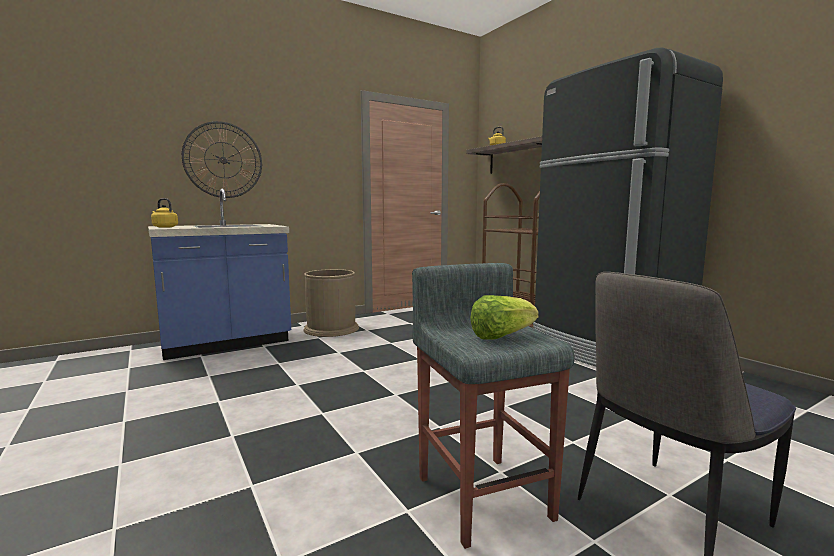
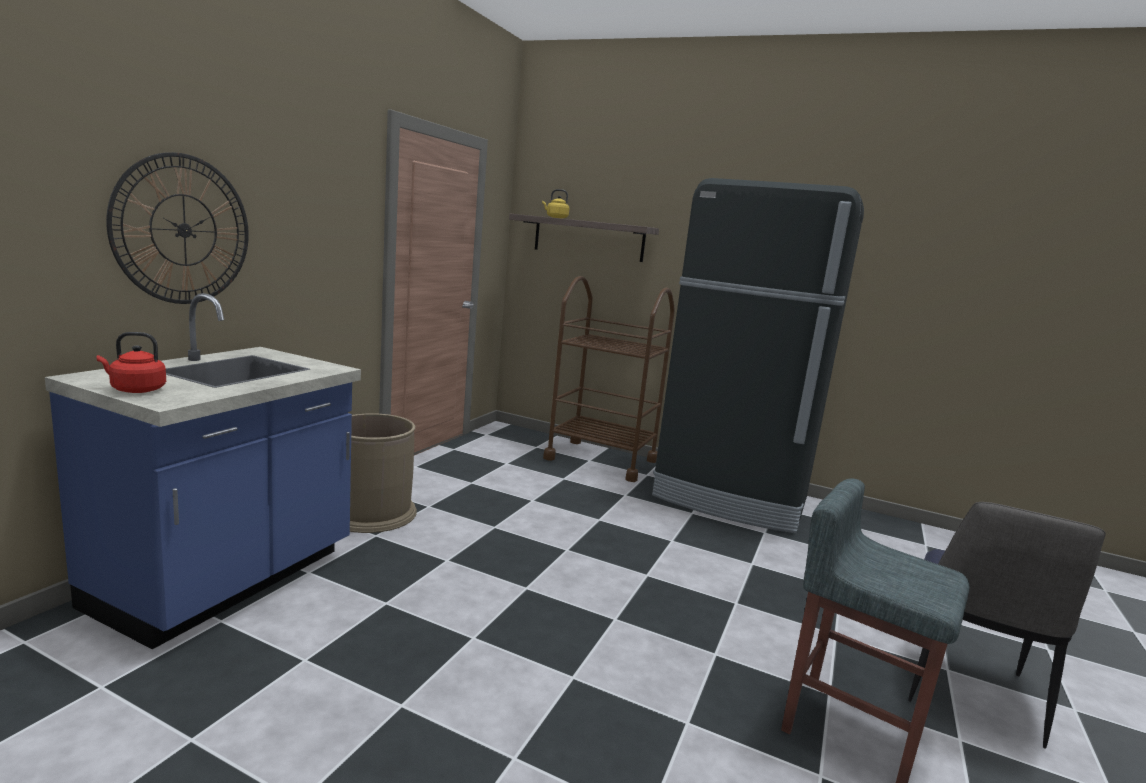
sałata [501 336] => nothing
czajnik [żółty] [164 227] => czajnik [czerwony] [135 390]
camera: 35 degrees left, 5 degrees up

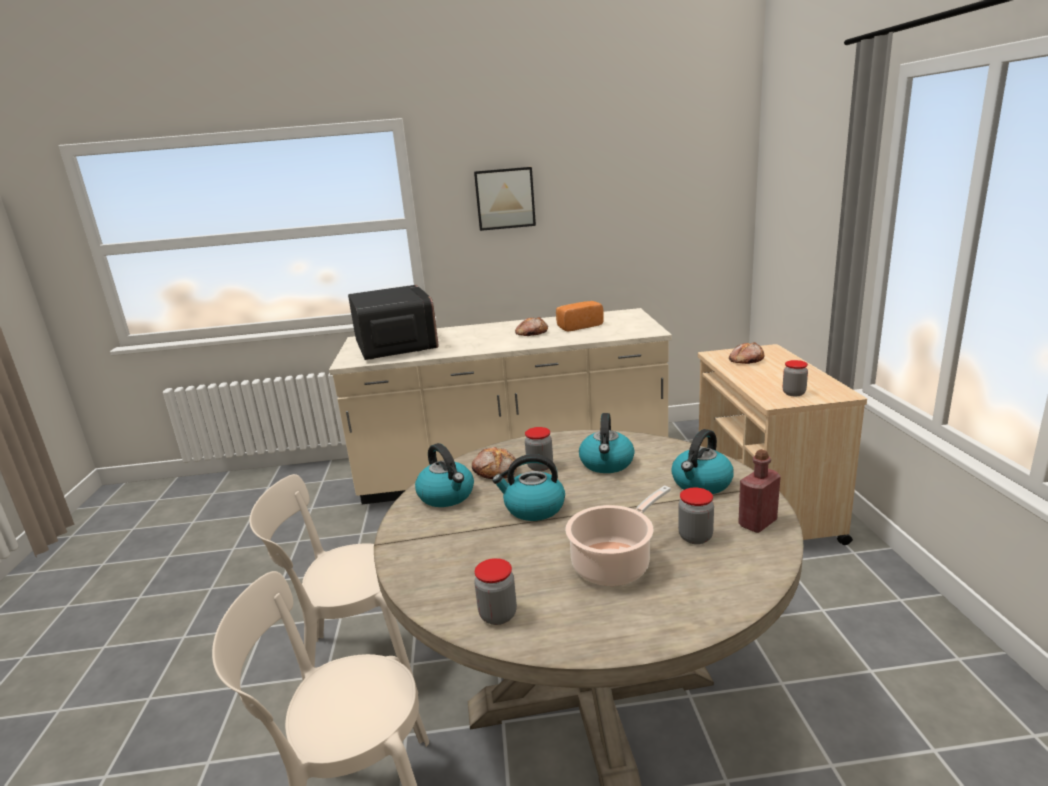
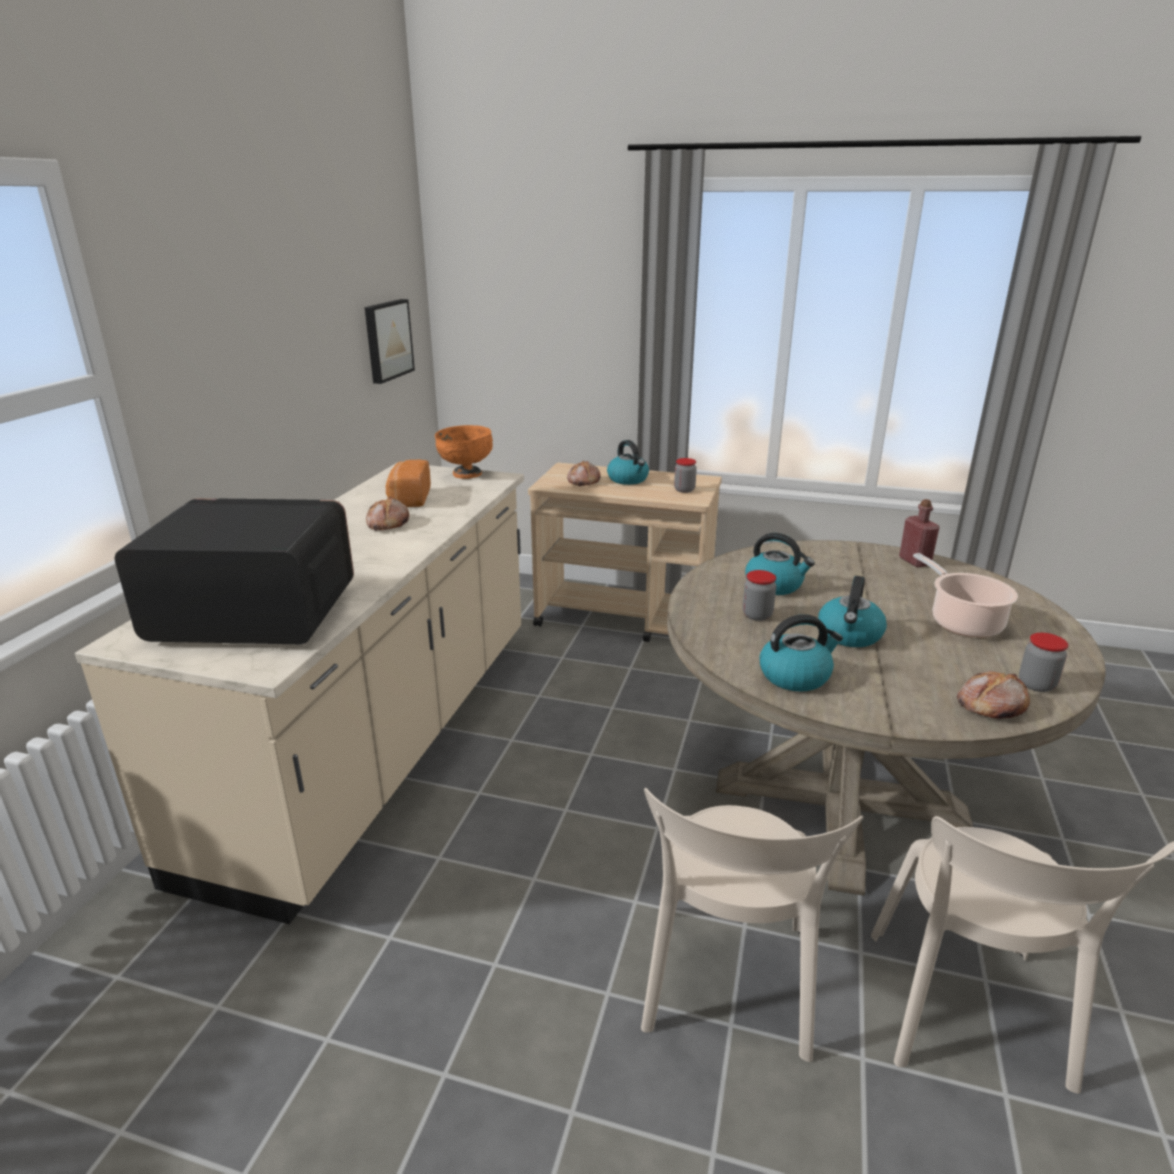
słoik [695 537] => nothing
nothing => miska [pomarańczowy] [466 474]
chleb [495 471] => chleb [990 705], shifted
obraz [505 198] => obraz [387 340], shifted
czajnik [701 484] => czajnik [628 479], shifted
camera: 70 degrees left, 5 degrees up

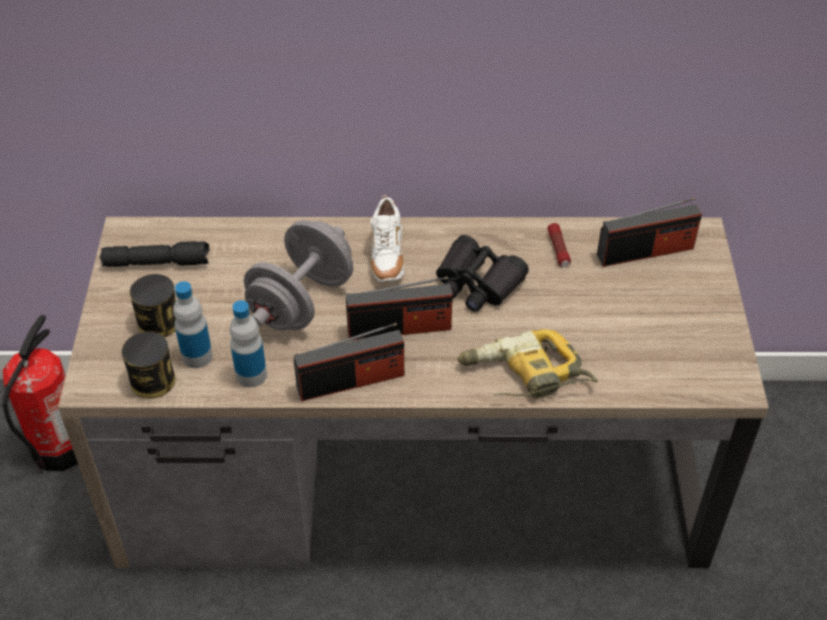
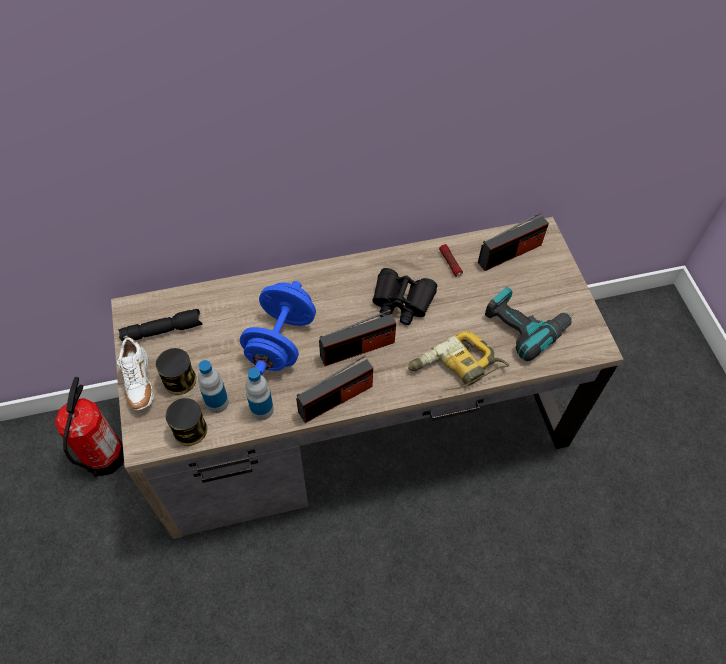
nothing => wiertarka [524 325]
but [biały] [387 259] => but [biały] [139 383], shifted
hantel [szary] [301 301] => hantel [niebieski] [280 341]
camera: 15 degrees left, 10 degrees up

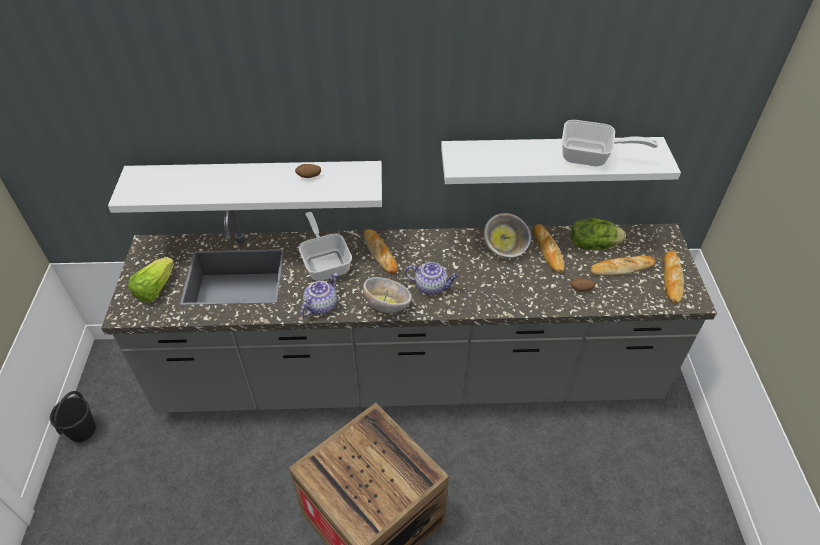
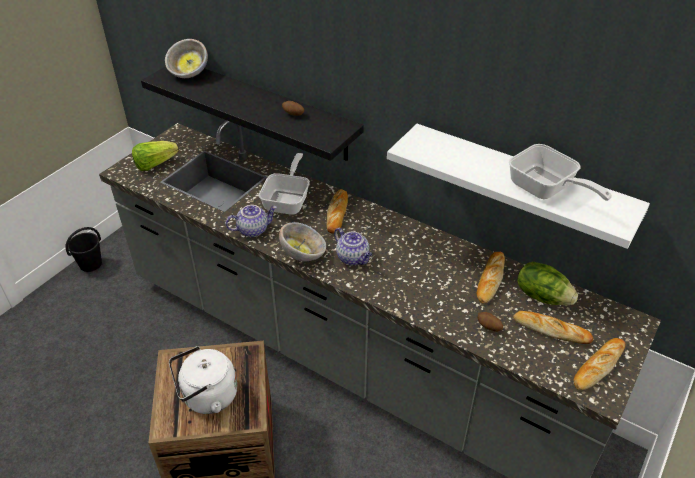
nothing => czajnik [biały] [207 397]
miska [505 248] => miska [189 73], shifted
półka [biały] [257 183] => półka [czarny] [266 109]
camera: 35 degrees right, 5 degrees down

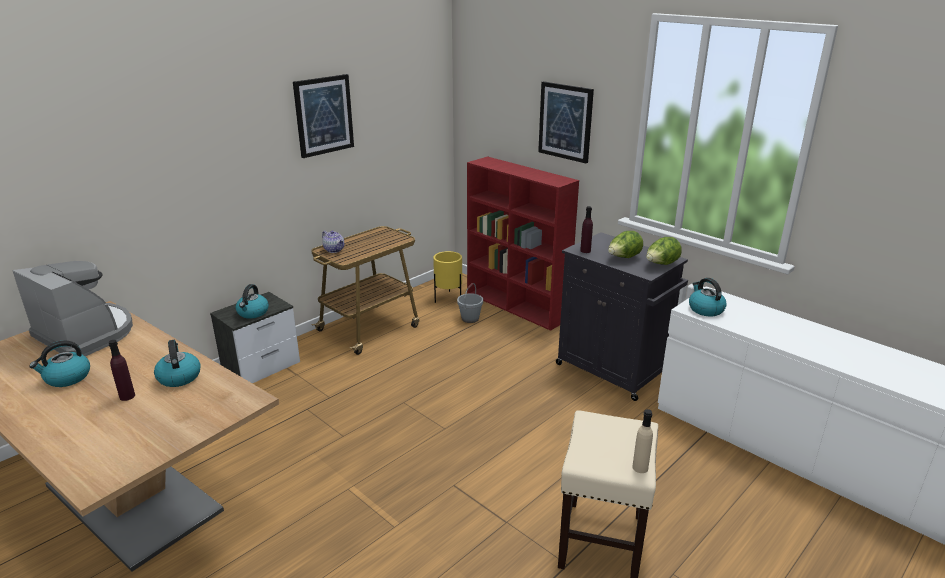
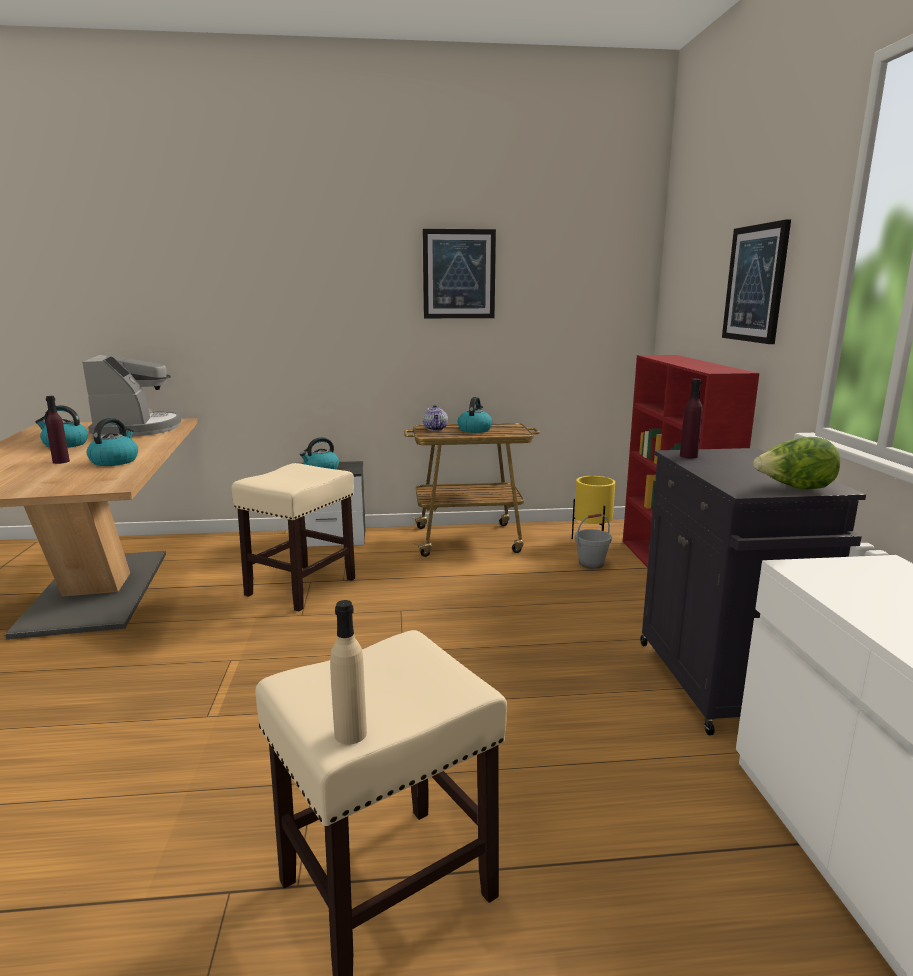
sałata [623 258] => nothing
nothing => stołek [beżowy] [302 586]
czajnik [705 309] => czajnik [474 430], shifted
camera: 40 degrees right, 10 degrees down

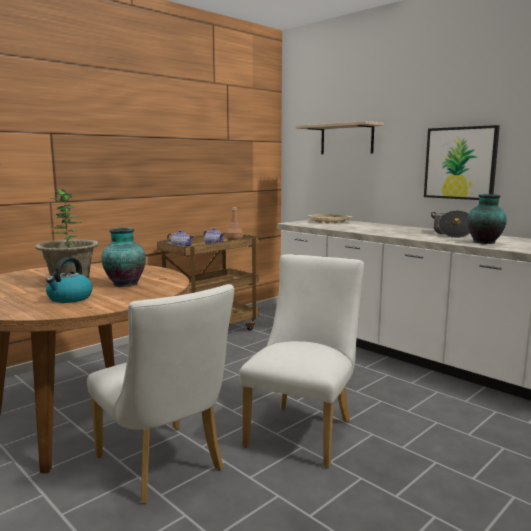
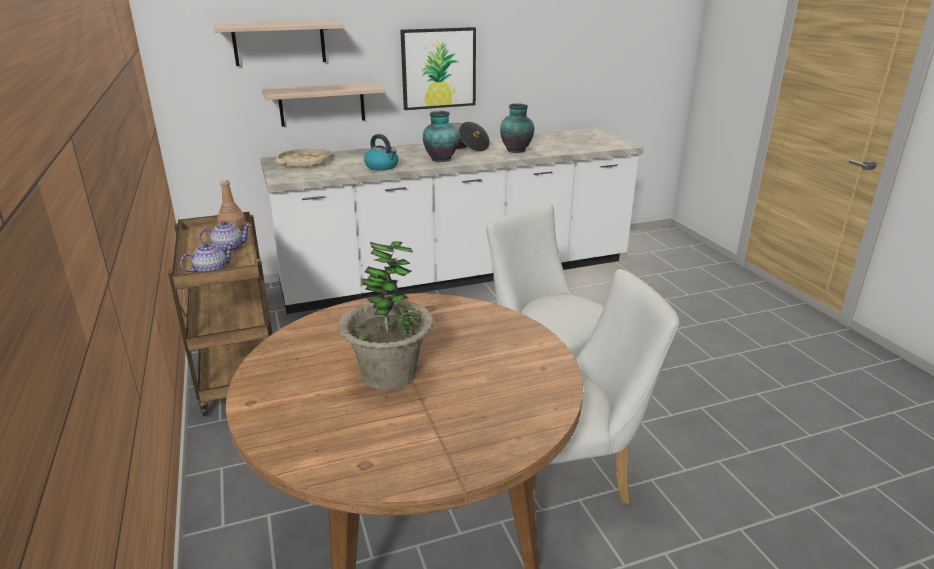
nothing => półka [322 104]
czajnik [69 298] => czajnik [382 166], shifted
wazon [124 284] => wazon [440 159], shifted
camera: 65 degrees left, 15 degrees up

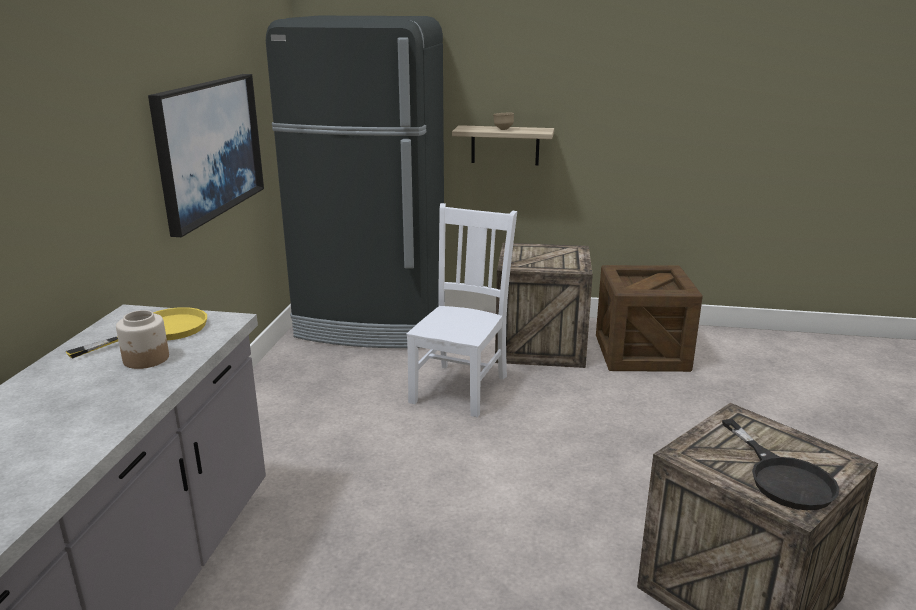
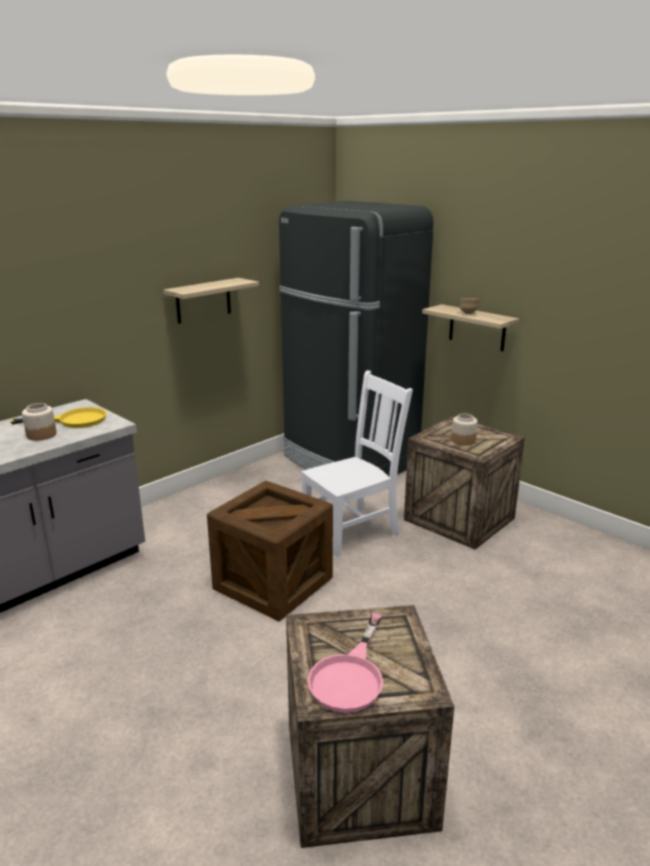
nothing => słoik [463 440]
skrzynka [641 353] => skrzynka [273 584], shifted
obraz [209 148] => półka [203 300]
patelnia [czarny] [783 477] => patelnia [różowy] [350 676]
camera: 35 degrees right, 0 degrees up

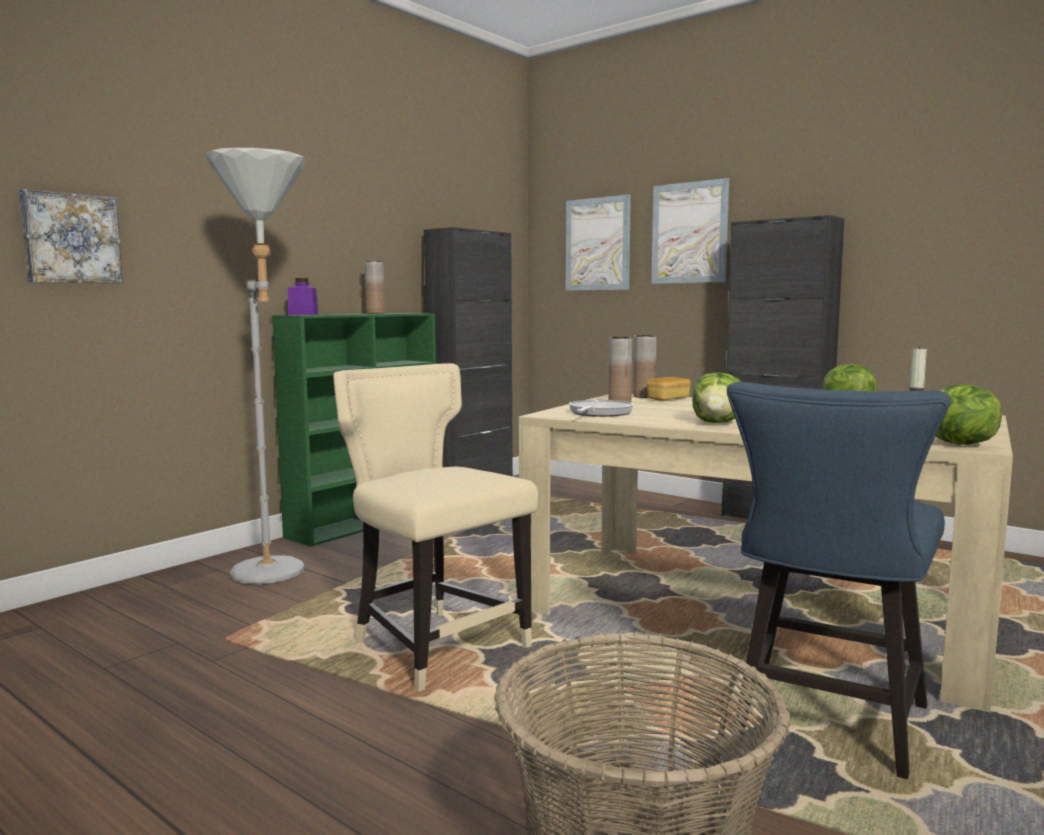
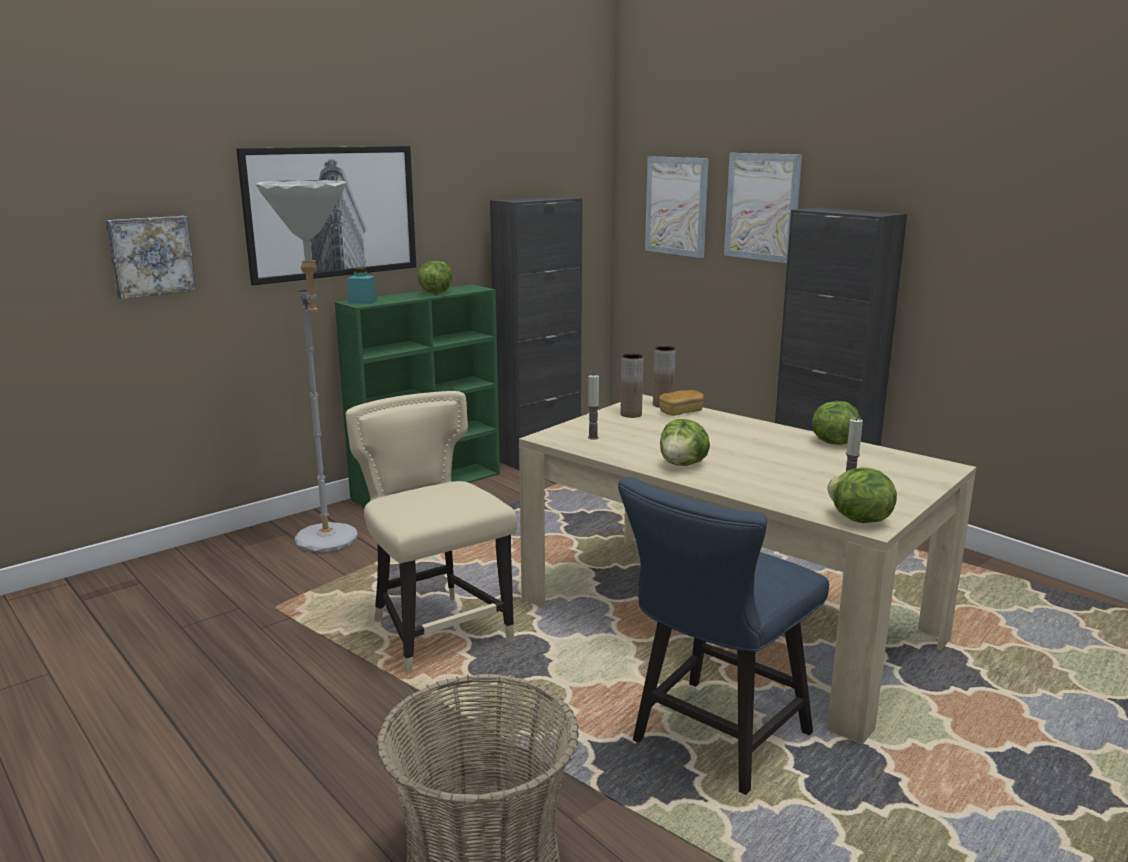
nothing => obraz [332 212]
wazon [brązowy] [375 313] => sałata [435 292]
patelnia [599 413] => świeca [593 437]
słoik [fioletowy] [303 314] => słoik [turkusowy] [362 301]
camera: 10 degrees right, 10 degrees up

